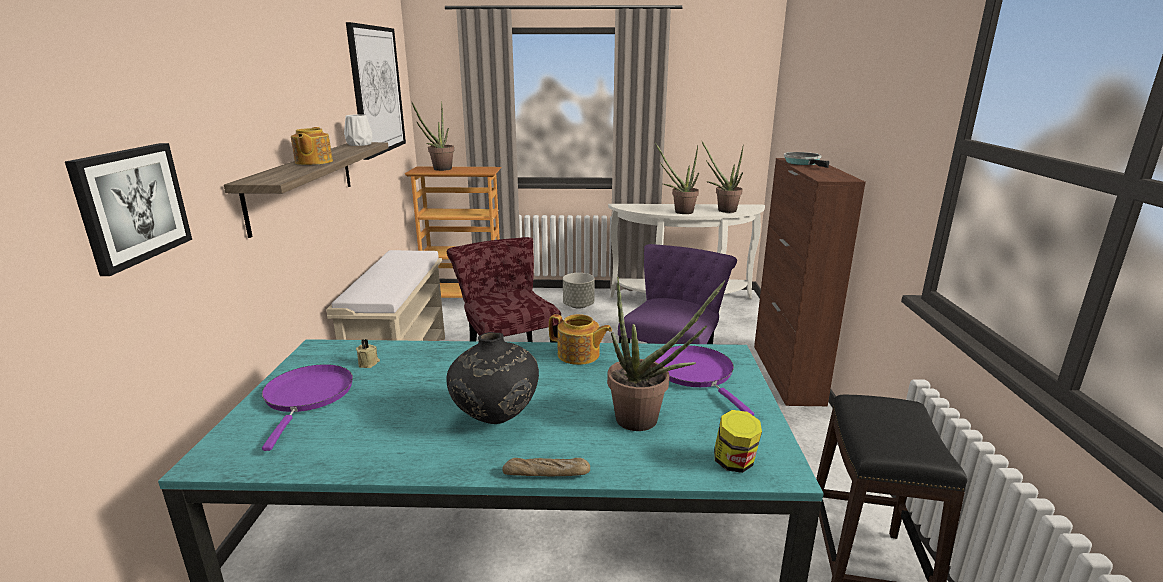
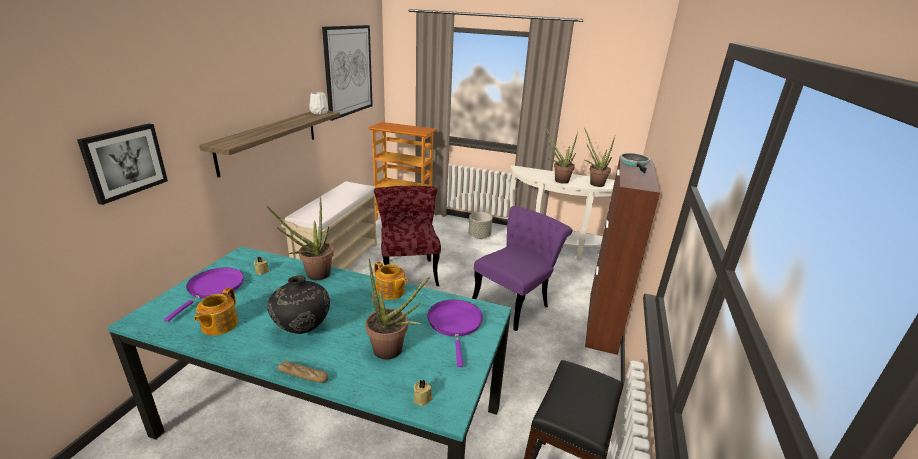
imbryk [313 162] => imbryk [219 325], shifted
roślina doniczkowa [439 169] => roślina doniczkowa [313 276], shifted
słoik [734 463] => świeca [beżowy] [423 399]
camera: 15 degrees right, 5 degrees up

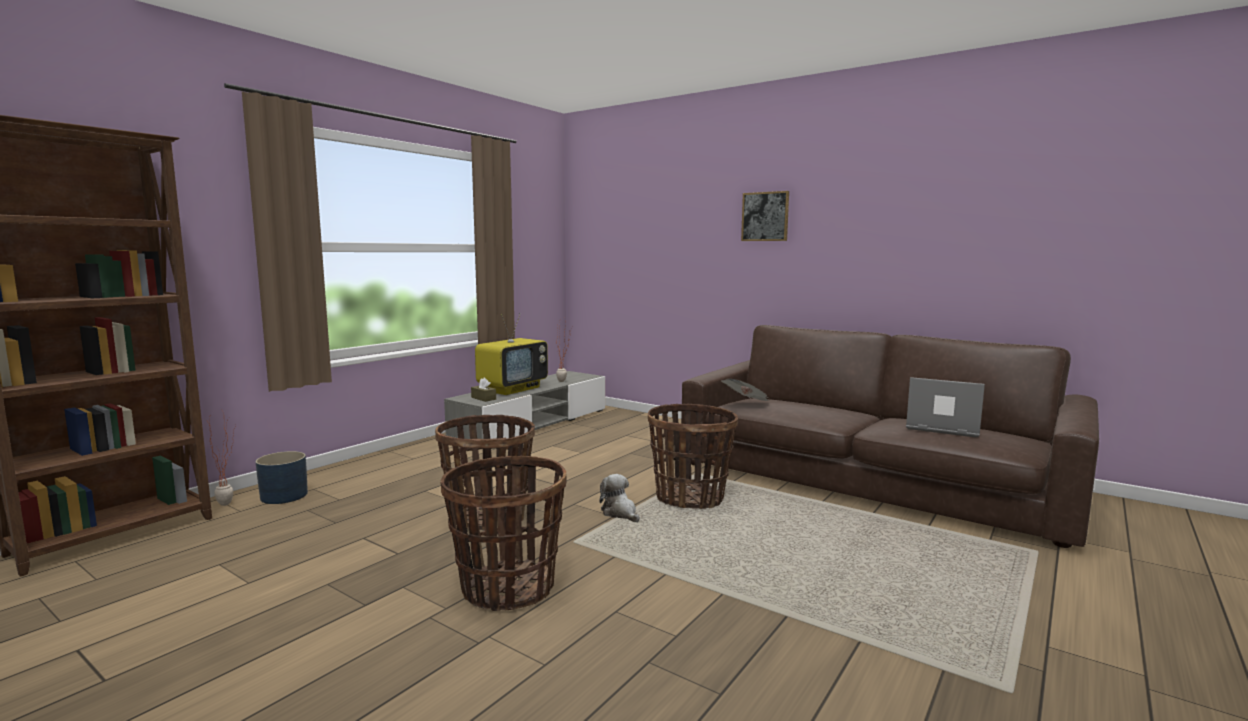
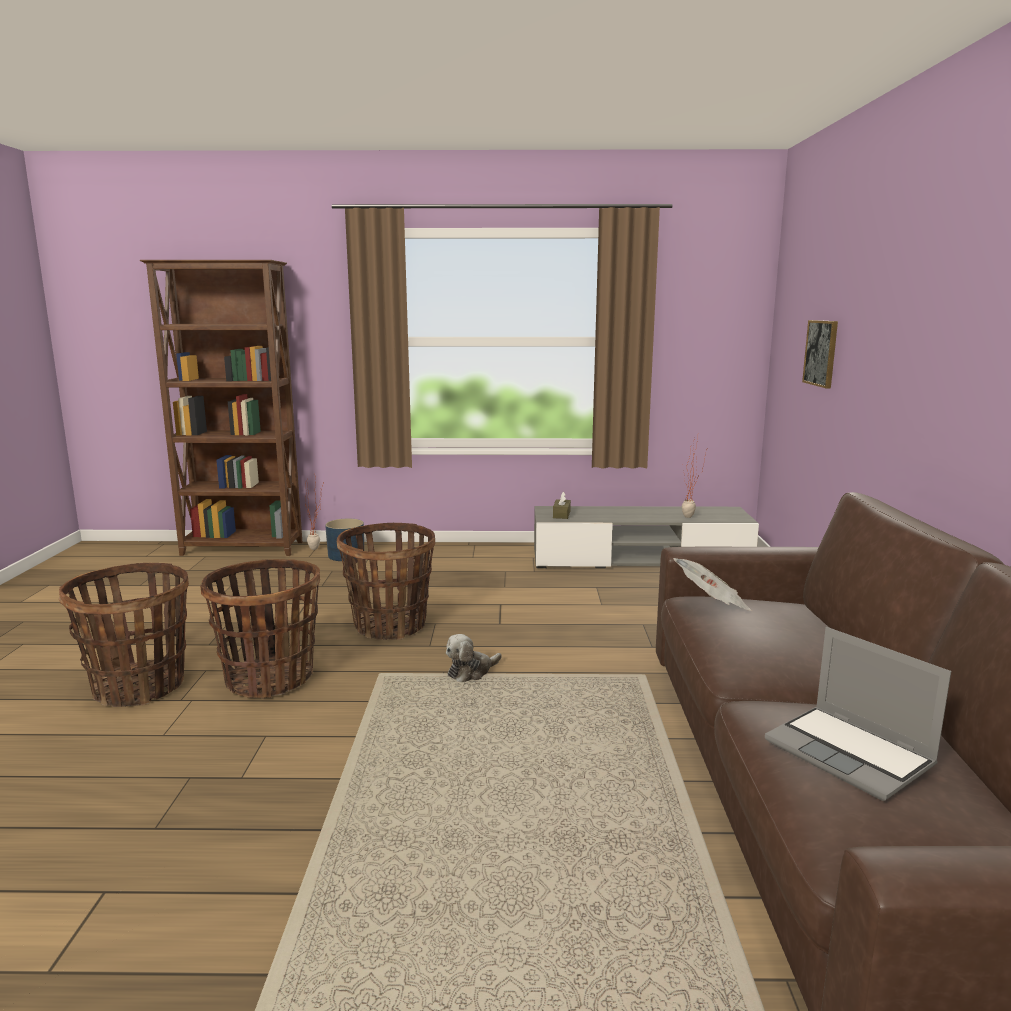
telewizor [512 389] => nothing
koszyk [690 498] => koszyk [139 686], shifted
obraz [765 216] => obraz [821 353], shifted
pluszak [620 513] => pluszak [471 672], 150 degrees counterclockwise
laptop [941 427] => laptop [851 754], 150 degrees clockwise
camera: 55 degrees right, 5 degrees up

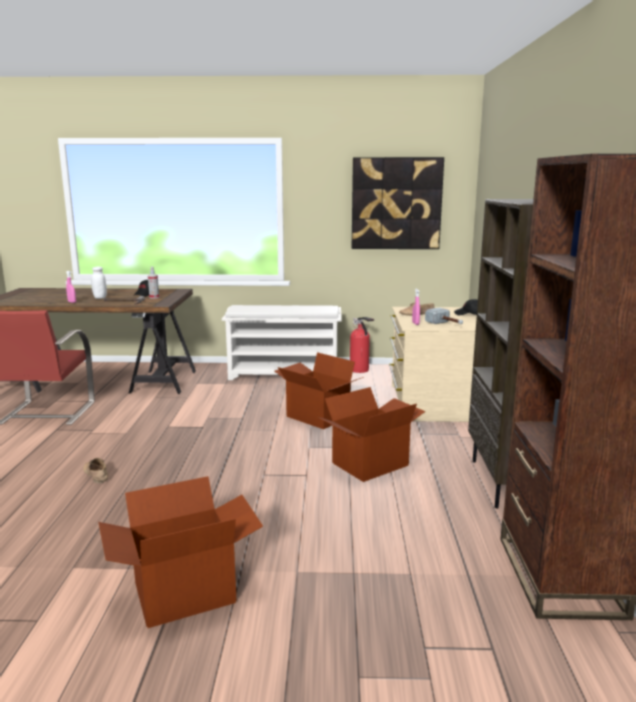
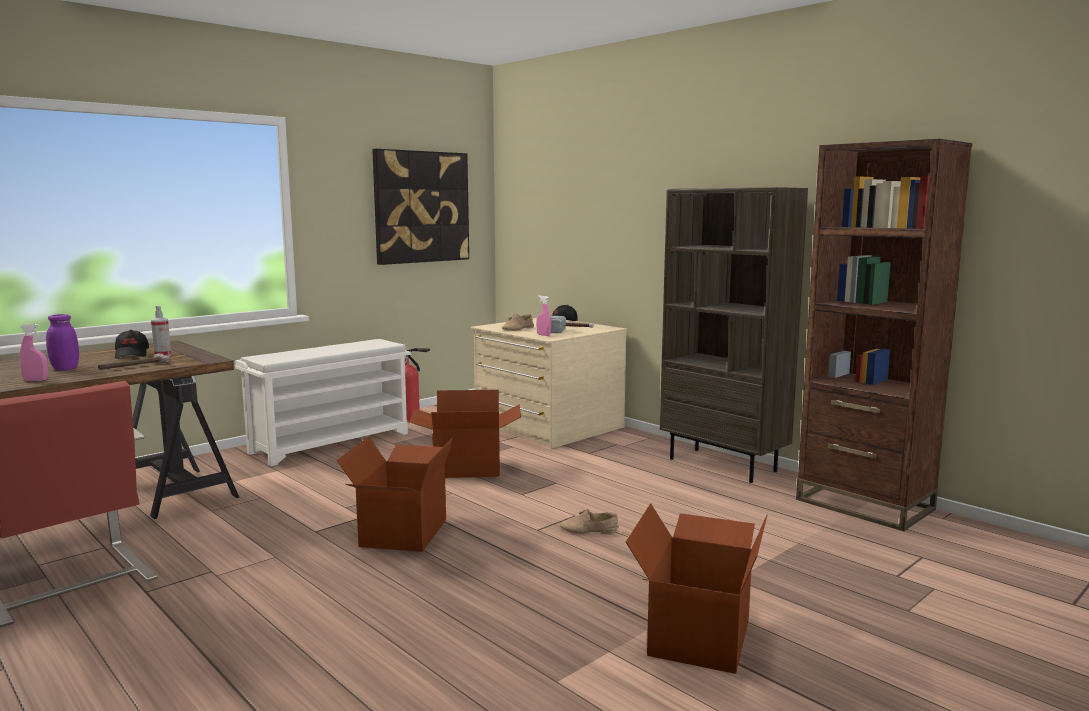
but [beżowy] [95 474] => but [beżowy] [588 530], shifted
karton [369 463] => karton [402 532], shifted
słoik [biały] [100 298] => słoik [fioletowy] [65 369]
camera: 45 degrees left, 5 degrees down

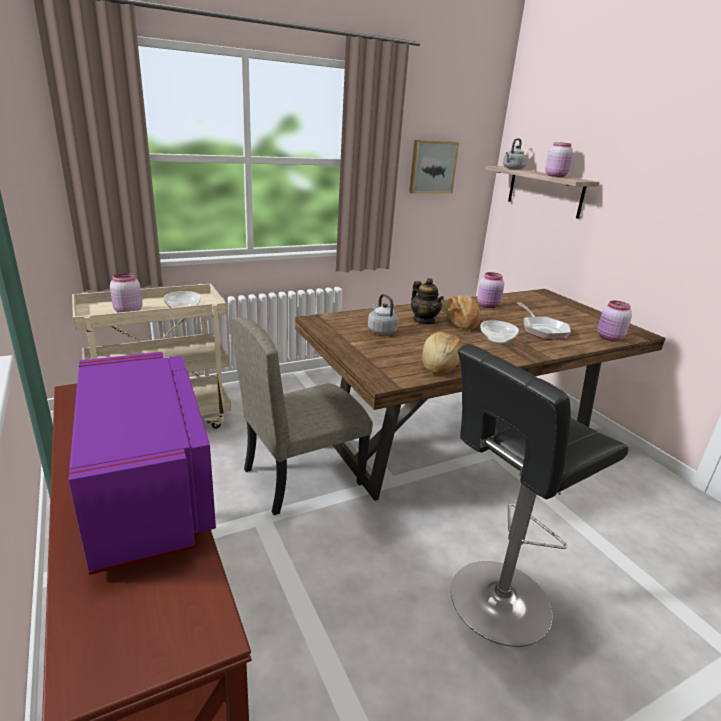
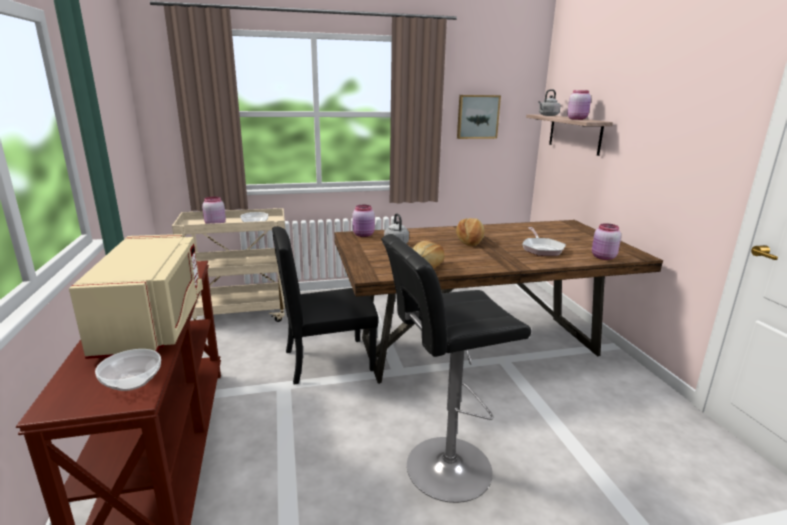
imbryk [424 321] => nothing
słoik [różowy] [488 305] => słoik [różowy] [364 235], shifted
miska [497 339] => miska [133 381], shifted
mikrofalówka [fioletowy] [148 490] => mikrofalówka [beżowy] [153 323]
krzesło [beżowy] [302 476] => krzesło [czarny] [328 360]
camera: 15 degrees right, 5 degrees down

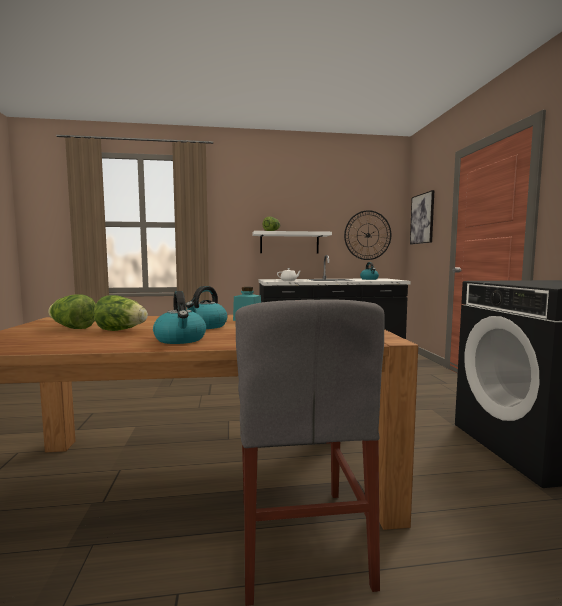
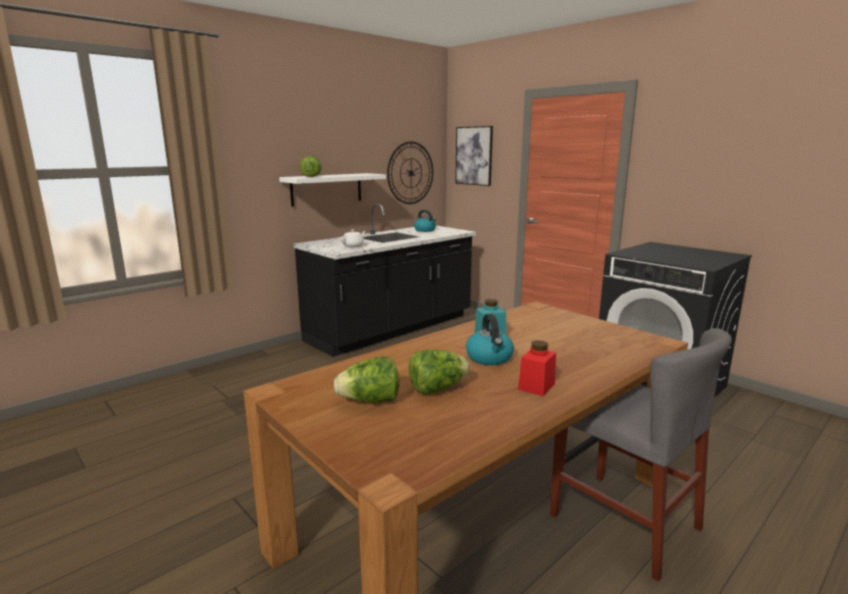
czajnik [180 340] => słoik [czerwony] [536 386]
camera: 35 degrees left, 10 degrees up

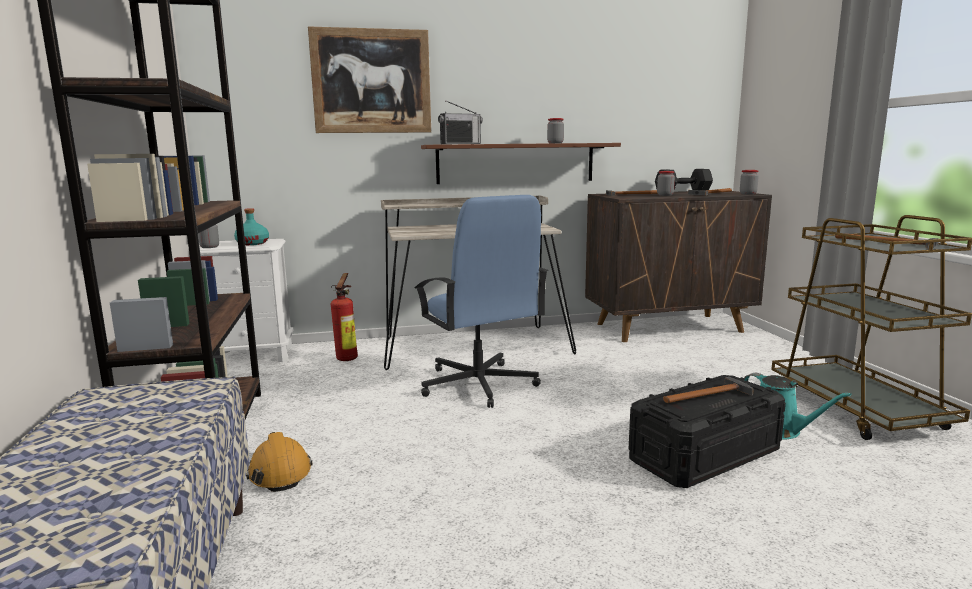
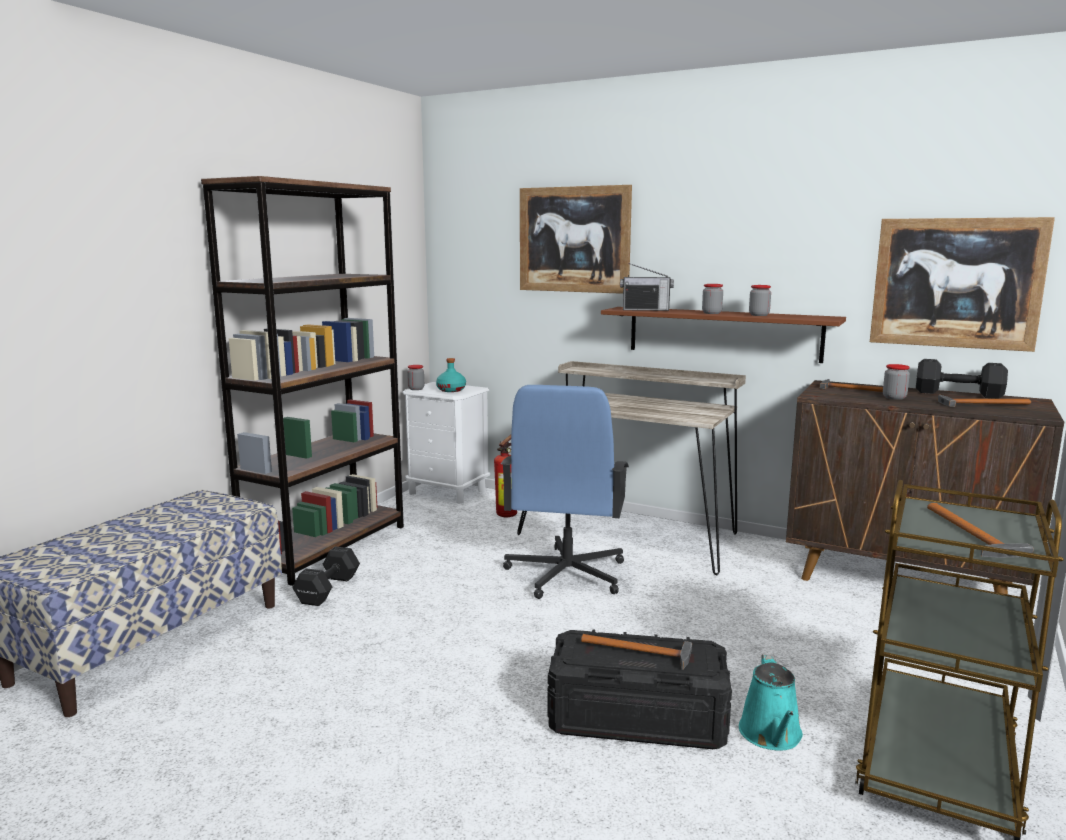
nothing => obraz [956 283]
słoik [748 194] => słoik [711 313], shifted
kask [pomarańczowy] [279 472] => hantel [czarny] [326 590]
camera: 40 degrees right, 0 degrees up

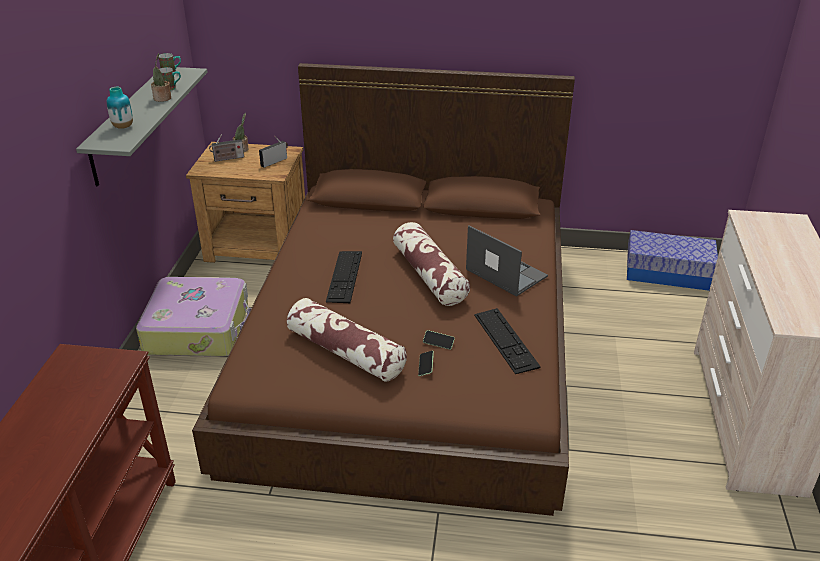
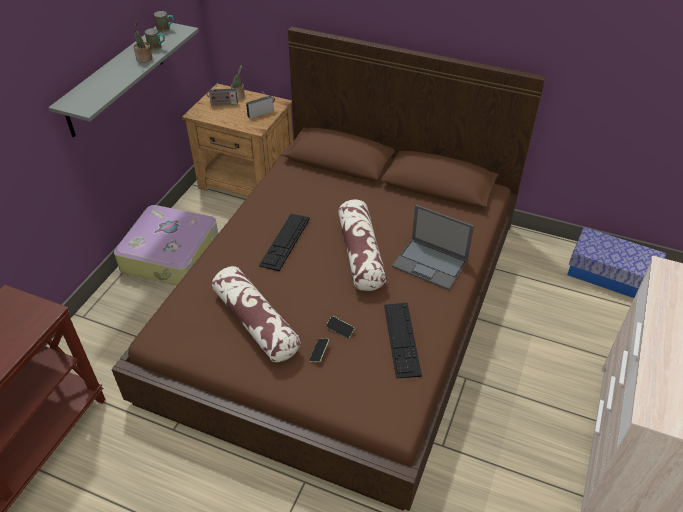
wazon [123 127] => nothing
laptop [505 273] => laptop [430 264], 150 degrees clockwise
camera: 15 degrees right, 10 degrees up

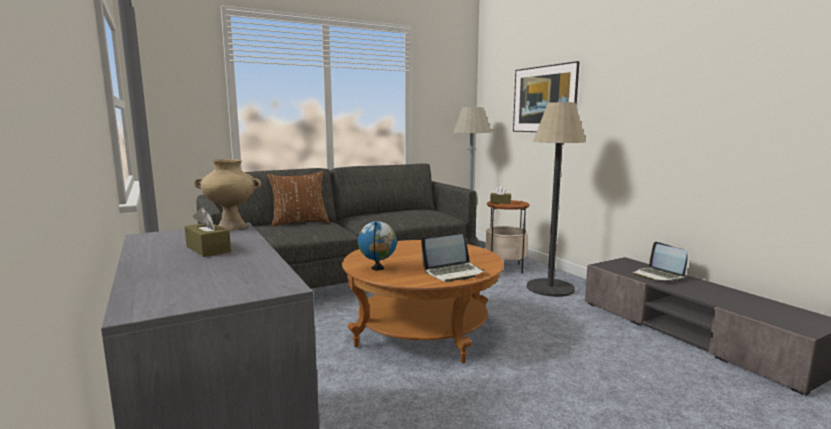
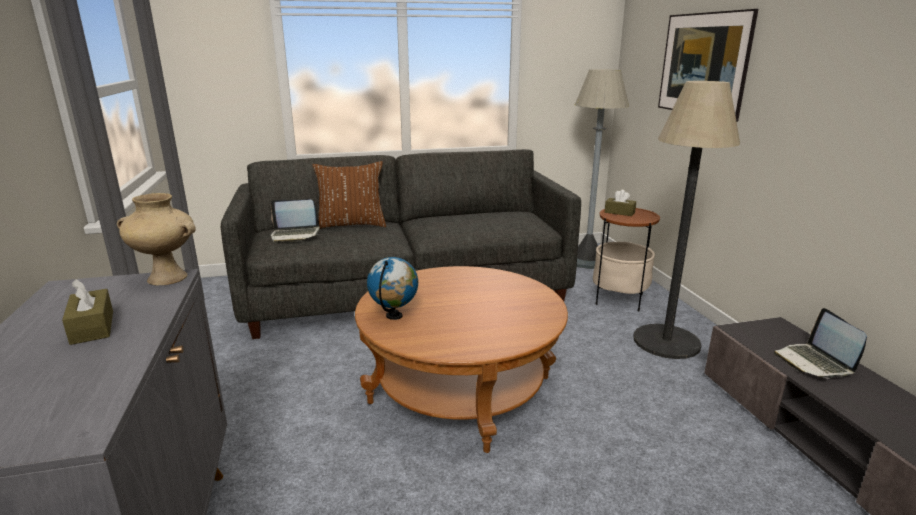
laptop [453 272] => laptop [295 235], shifted
camera: 15 degrees right, 10 degrees up

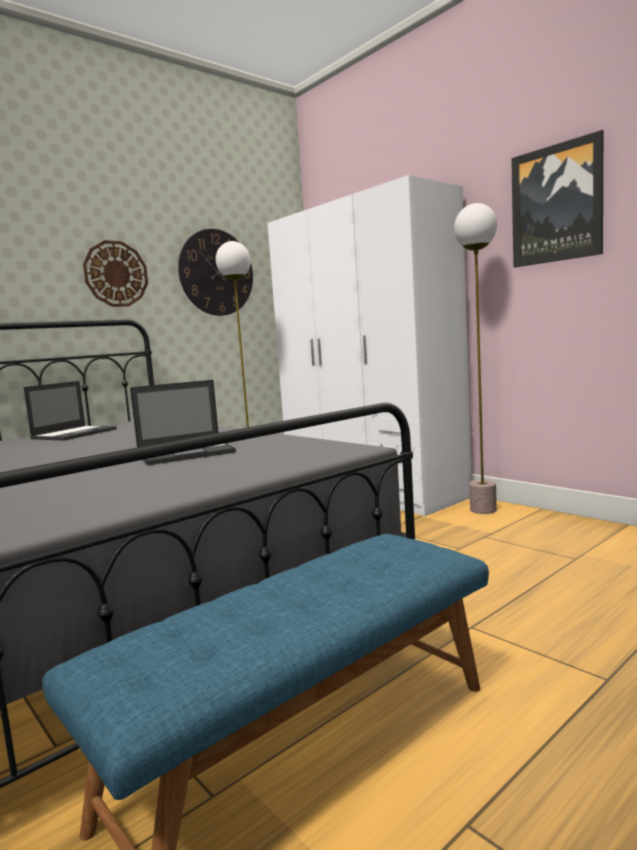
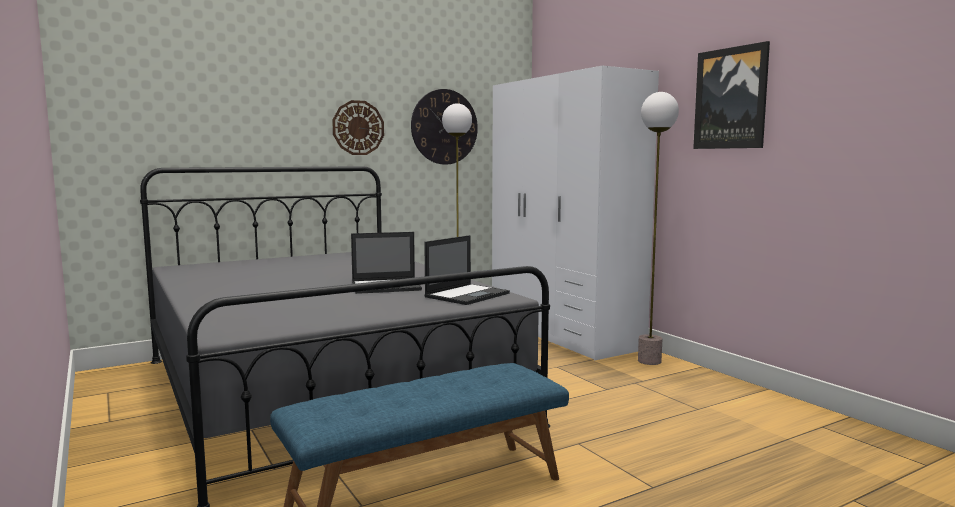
laptop [75 434] => laptop [468 295], shifted
camera: 10 degrees right, 0 degrees up

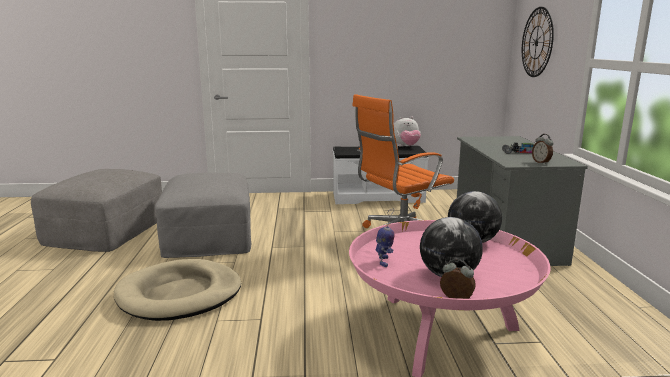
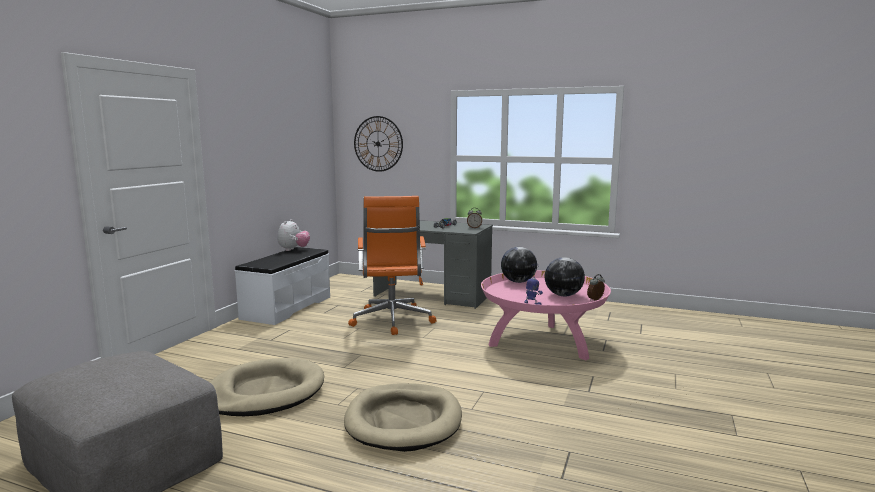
pufa [szary] [208 235] => legowisko [beżowy] [265 392]
camera: 65 degrees left, 5 degrees down

